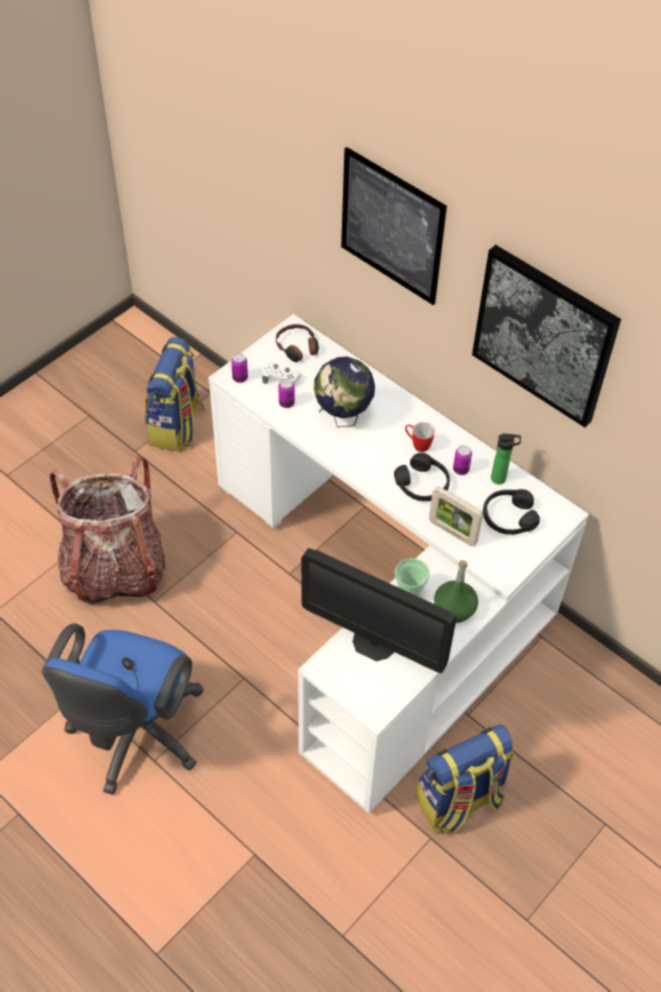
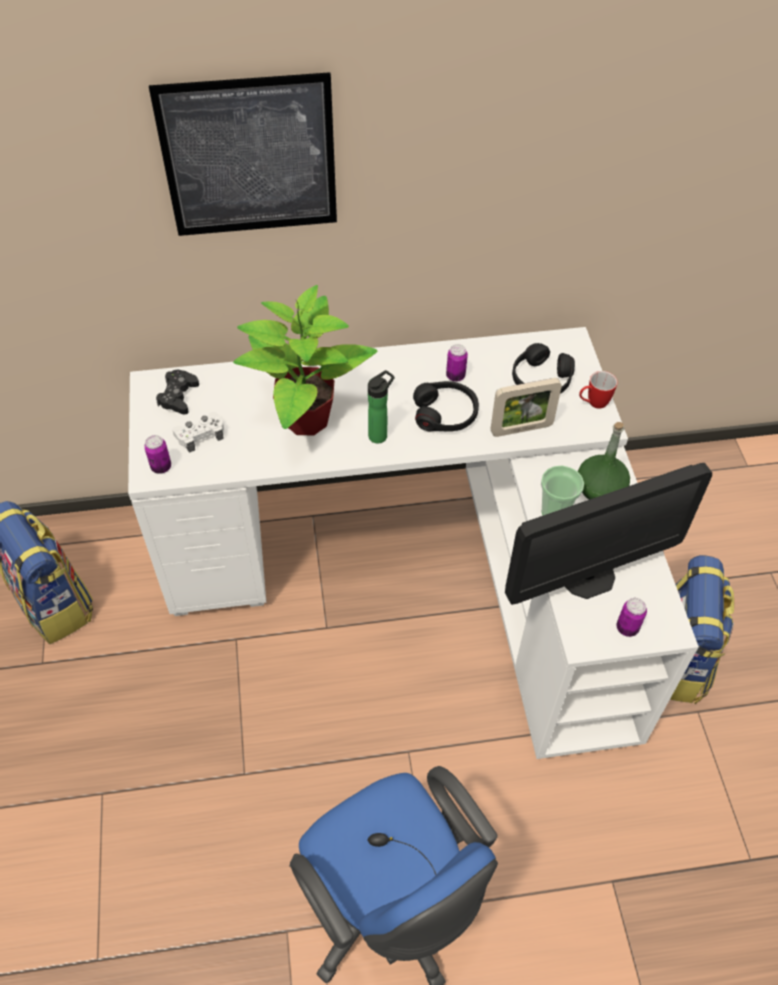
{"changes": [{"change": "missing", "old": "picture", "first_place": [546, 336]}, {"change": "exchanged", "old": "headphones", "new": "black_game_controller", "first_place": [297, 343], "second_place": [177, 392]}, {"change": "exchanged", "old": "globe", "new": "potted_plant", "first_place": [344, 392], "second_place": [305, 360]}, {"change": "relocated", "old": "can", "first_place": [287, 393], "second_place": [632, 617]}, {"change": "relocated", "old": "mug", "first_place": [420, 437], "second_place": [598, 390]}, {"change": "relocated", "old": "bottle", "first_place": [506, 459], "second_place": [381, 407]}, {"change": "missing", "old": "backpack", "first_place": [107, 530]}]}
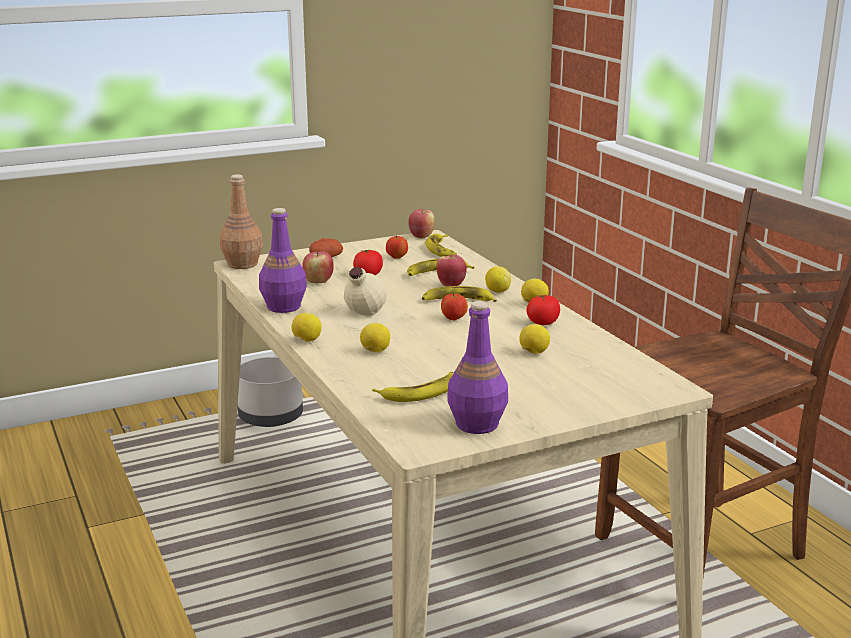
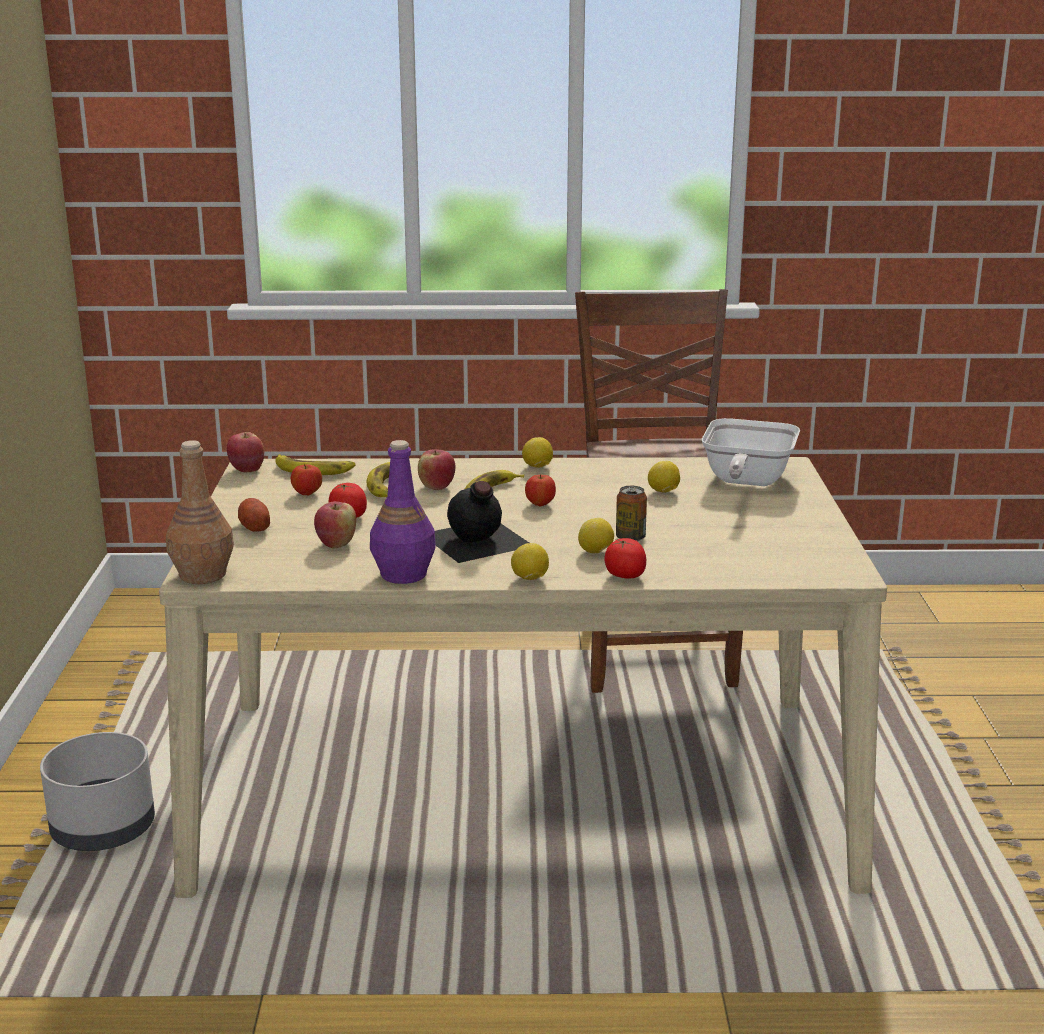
{"changes": [{"change": "missing", "old": "lemon", "first_place": [498, 279]}, {"change": "colour", "old": "beige_bottle", "new": "black_bottle", "first_place": [363, 298], "second_place": [482, 522]}, {"change": "relocated", "old": "tomato", "first_place": [543, 310], "second_place": [625, 558]}, {"change": "missing", "old": "purple_bottle", "first_place": [477, 367]}, {"change": "missing", "old": "banana", "first_place": [413, 387]}, {"change": "appeared", "new": "frying_pan", "second_place": [751, 452]}, {"change": "appeared", "new": "can", "second_place": [631, 513]}]}
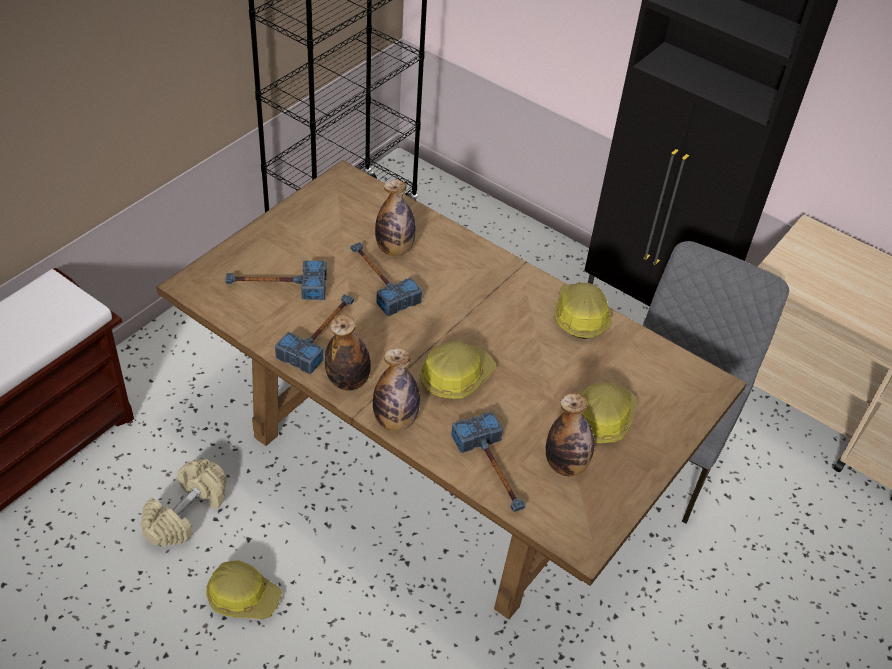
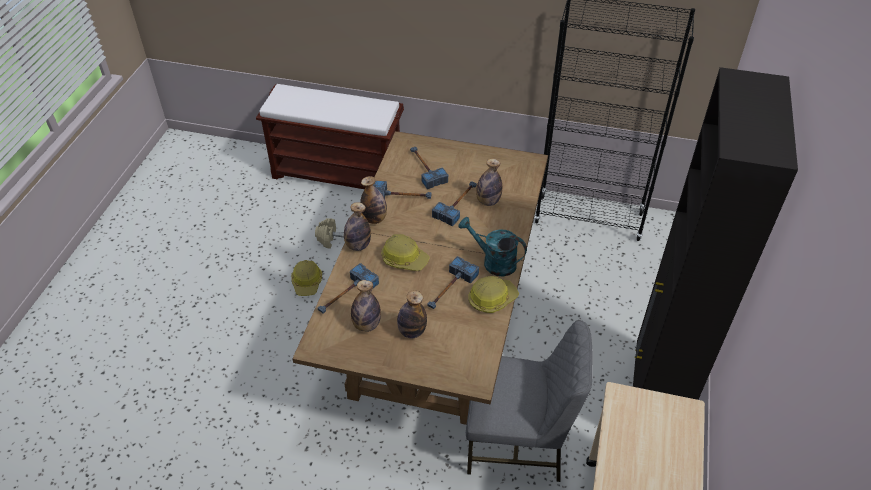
{"changes": [{"change": "exchanged", "old": "hard_hat", "new": "bottle", "first_place": [609, 412], "second_place": [412, 314]}, {"change": "appeared", "new": "turquoise_watering_can", "second_place": [492, 247]}, {"change": "appeared", "new": "hammer", "second_place": [453, 282]}]}
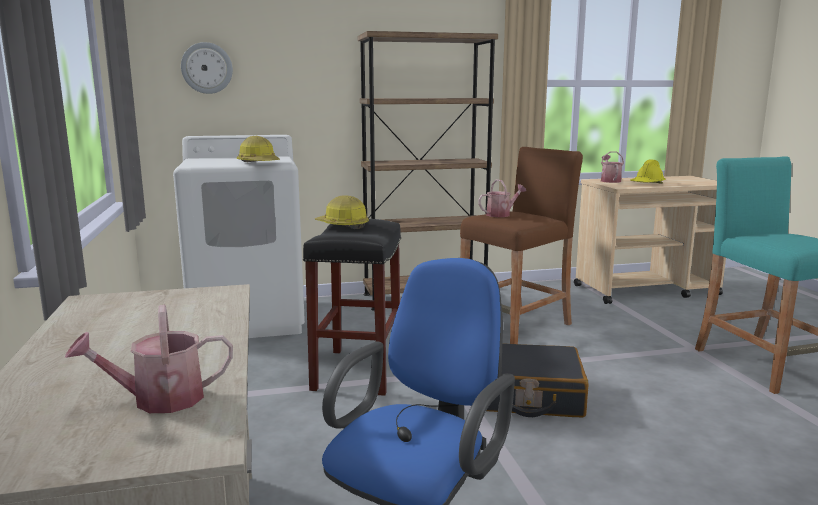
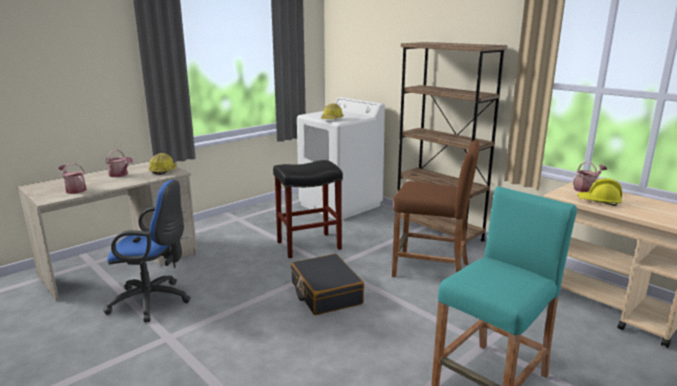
{"changes": [{"change": "missing", "old": "wall_clock", "first_place": [207, 68]}, {"change": "relocated", "old": "watering_can", "first_place": [502, 198], "second_place": [119, 163]}, {"change": "relocated", "old": "hard_hat", "first_place": [342, 212], "second_place": [162, 164]}]}
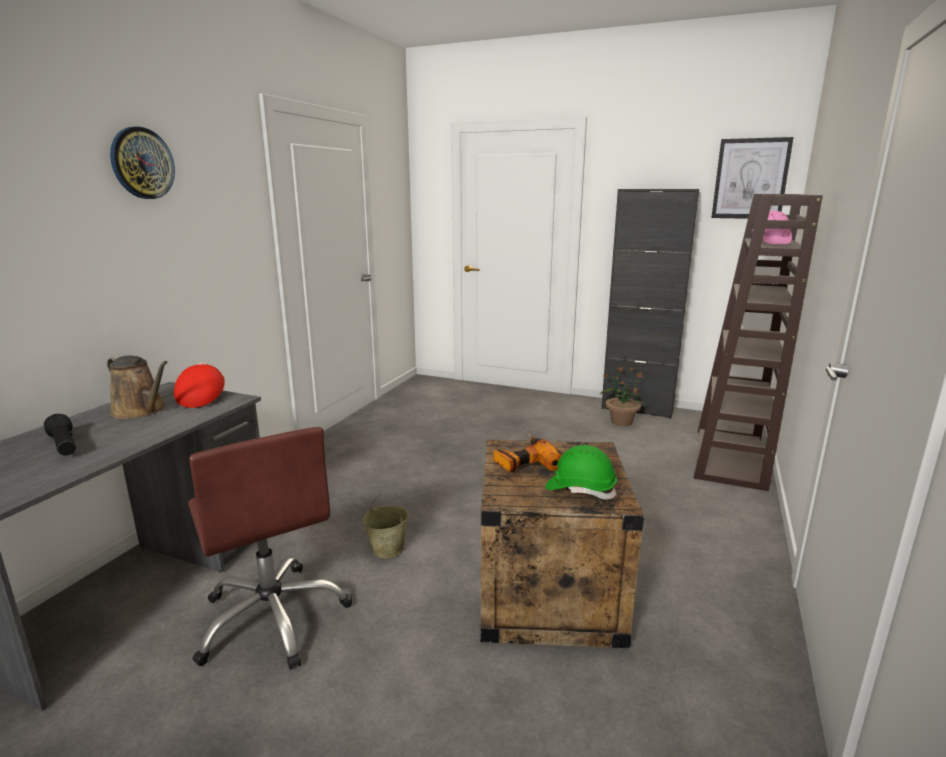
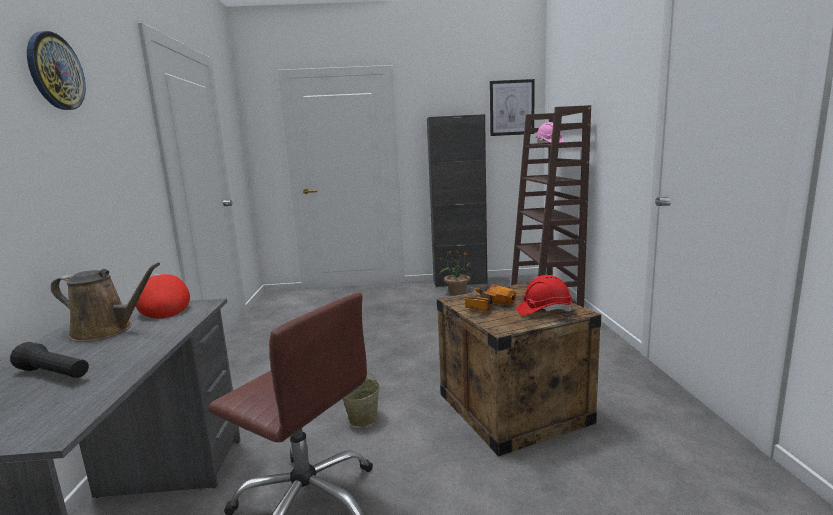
{"changes": [{"change": "colour", "old": "green_hard_hat", "new": "red_hard_hat", "first_place": [581, 472], "second_place": [544, 295]}]}
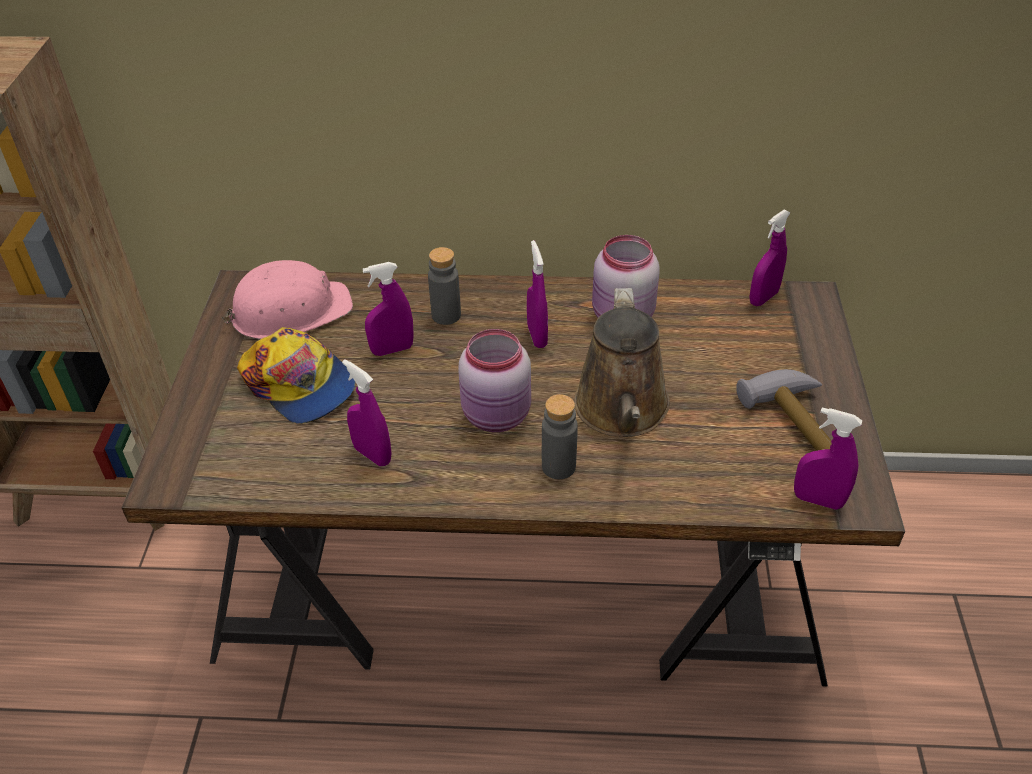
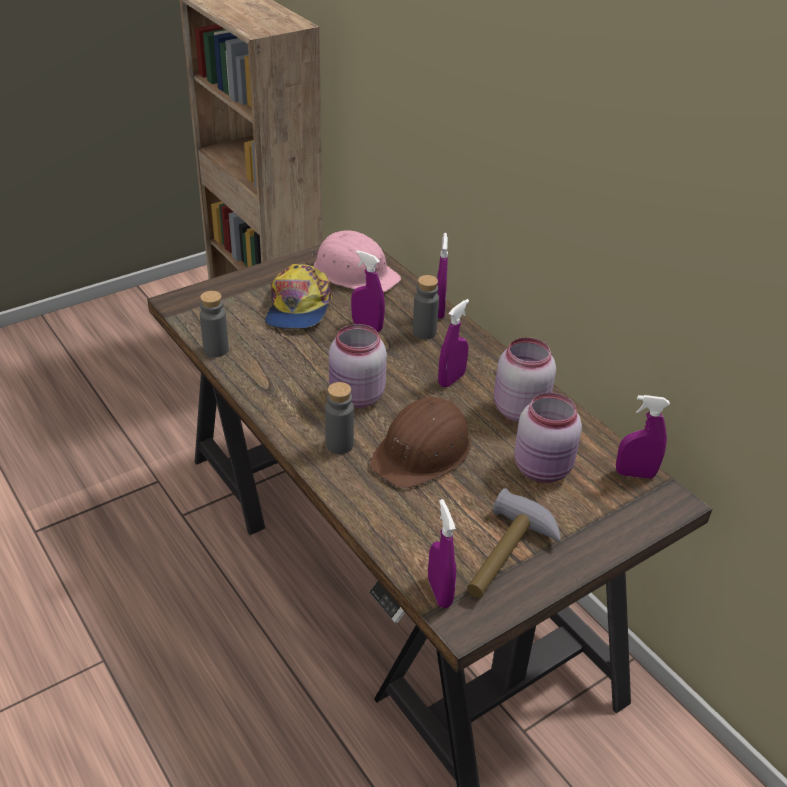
{"changes": [{"change": "exchanged", "old": "brown_watering_can", "new": "brown_hard_hat", "first_place": [622, 362], "second_place": [420, 443]}, {"change": "relocated", "old": "purple_spray_bottle", "first_place": [367, 412], "second_place": [442, 276]}, {"change": "appeared", "new": "grey_bottle", "second_place": [214, 324]}, {"change": "appeared", "new": "pink_jar", "second_place": [548, 438]}]}
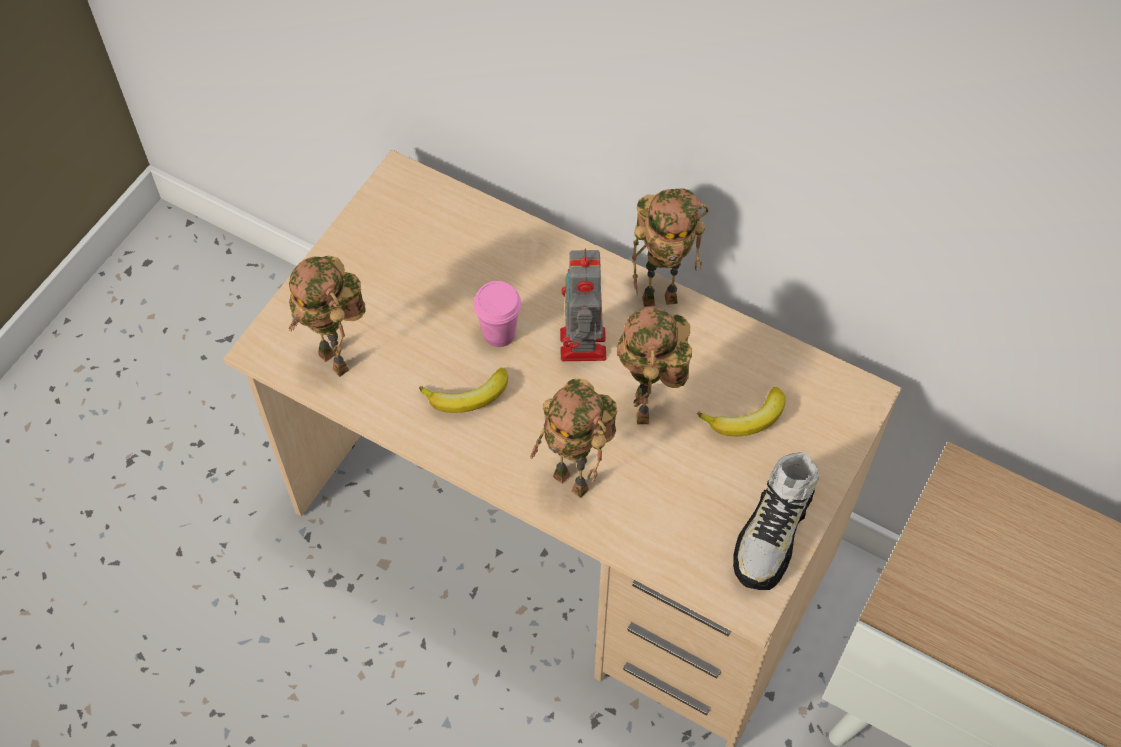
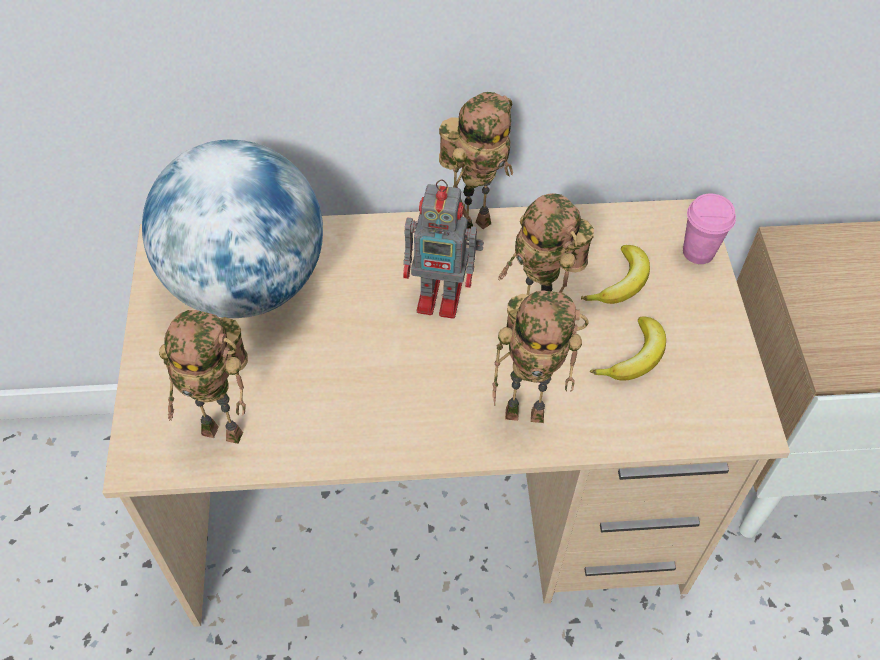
{"changes": [{"change": "spun", "old": "toy_robot", "first_place": [583, 304], "second_place": [443, 249], "degrees": -45}, {"change": "relocated", "old": "pink_cup", "first_place": [497, 314], "second_place": [709, 229]}, {"change": "relocated", "old": "banana", "first_place": [463, 390], "second_place": [628, 348]}, {"change": "missing", "old": "shoe", "first_place": [776, 521]}, {"change": "appeared", "new": "globe", "second_place": [232, 229]}]}
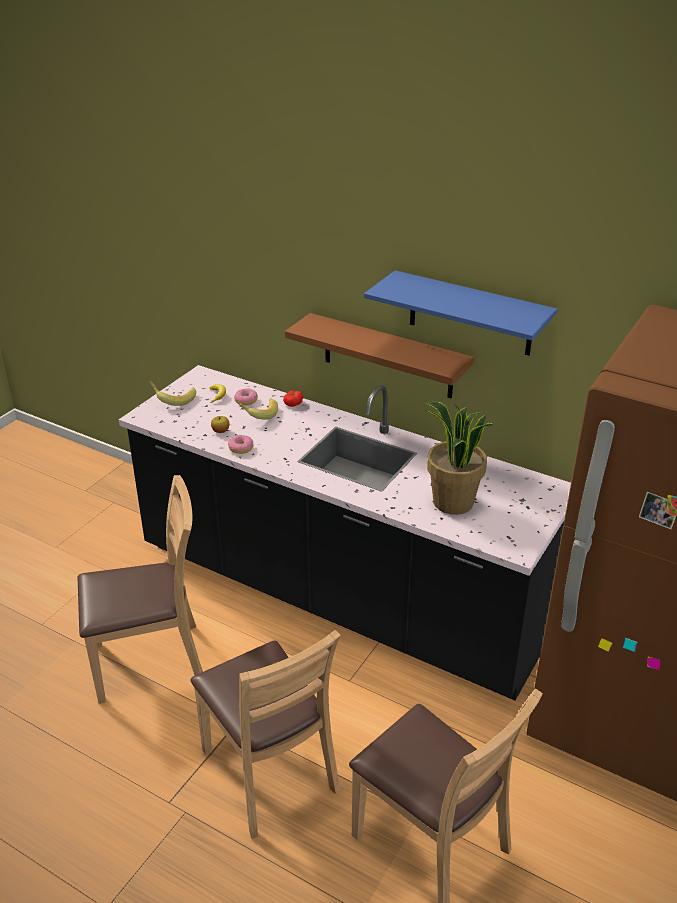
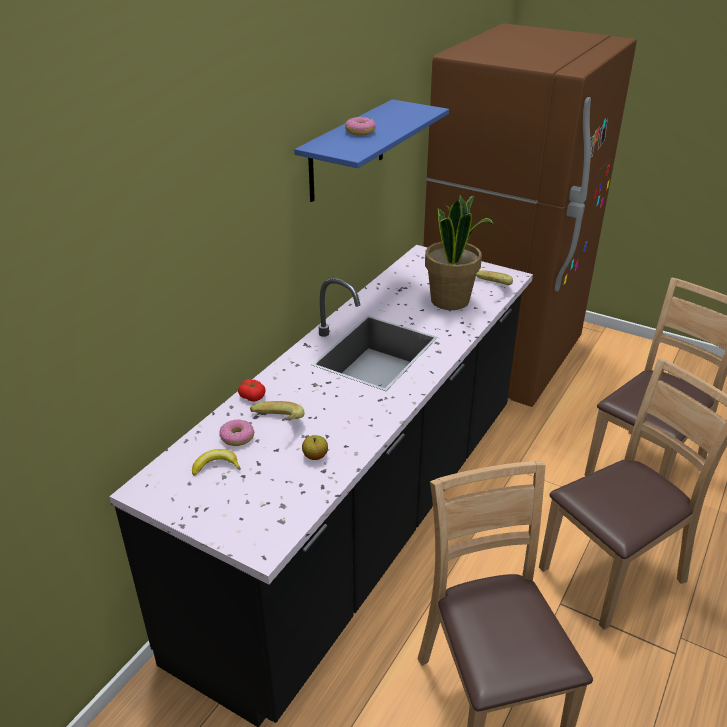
{"changes": [{"change": "missing", "old": "brown_shelf", "first_place": [379, 355]}, {"change": "relocated", "old": "banana", "first_place": [173, 393], "second_place": [494, 277]}, {"change": "relocated", "old": "donut", "first_place": [240, 444], "second_place": [360, 126]}]}
